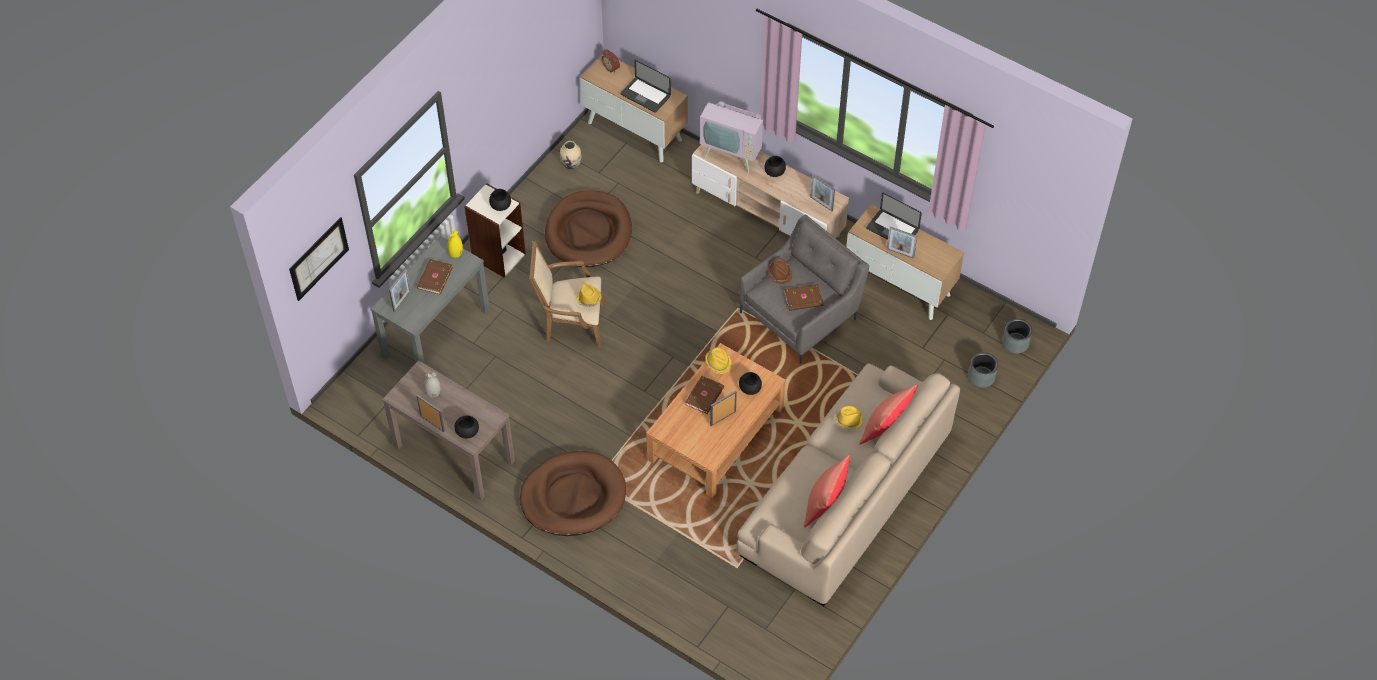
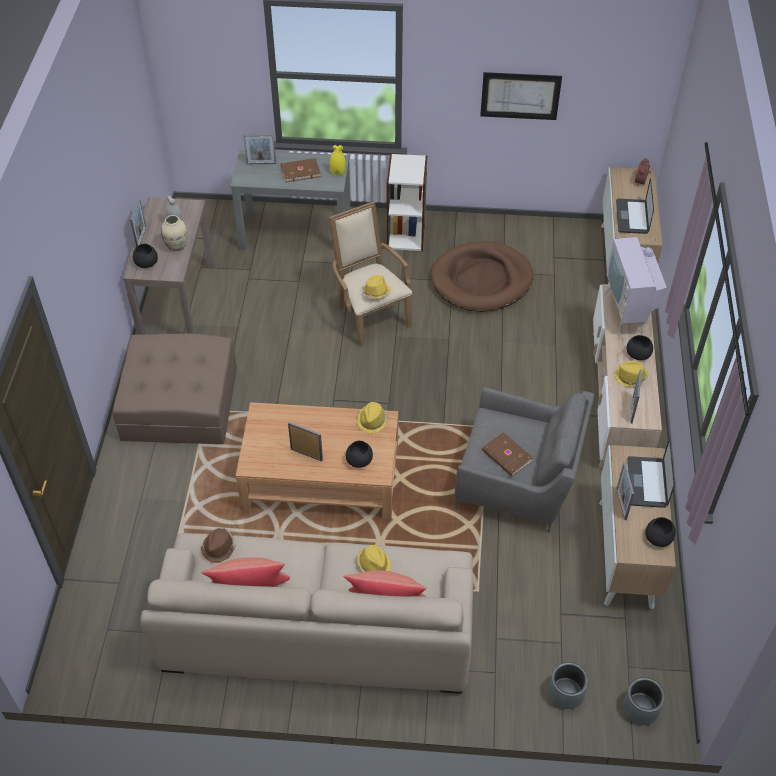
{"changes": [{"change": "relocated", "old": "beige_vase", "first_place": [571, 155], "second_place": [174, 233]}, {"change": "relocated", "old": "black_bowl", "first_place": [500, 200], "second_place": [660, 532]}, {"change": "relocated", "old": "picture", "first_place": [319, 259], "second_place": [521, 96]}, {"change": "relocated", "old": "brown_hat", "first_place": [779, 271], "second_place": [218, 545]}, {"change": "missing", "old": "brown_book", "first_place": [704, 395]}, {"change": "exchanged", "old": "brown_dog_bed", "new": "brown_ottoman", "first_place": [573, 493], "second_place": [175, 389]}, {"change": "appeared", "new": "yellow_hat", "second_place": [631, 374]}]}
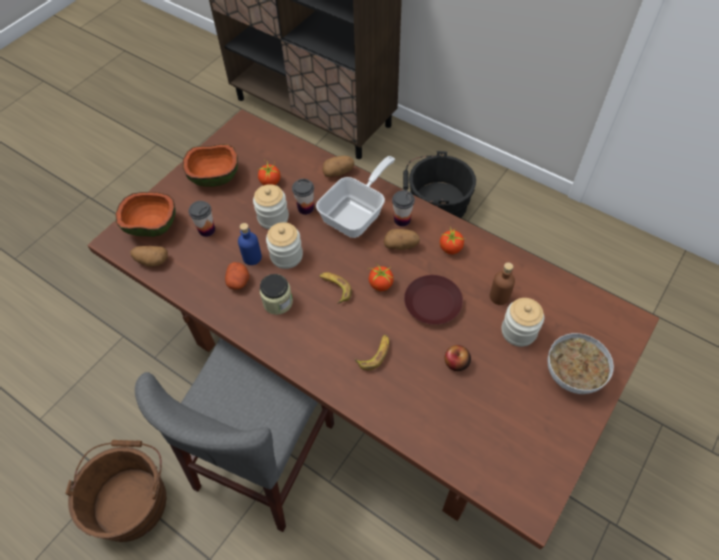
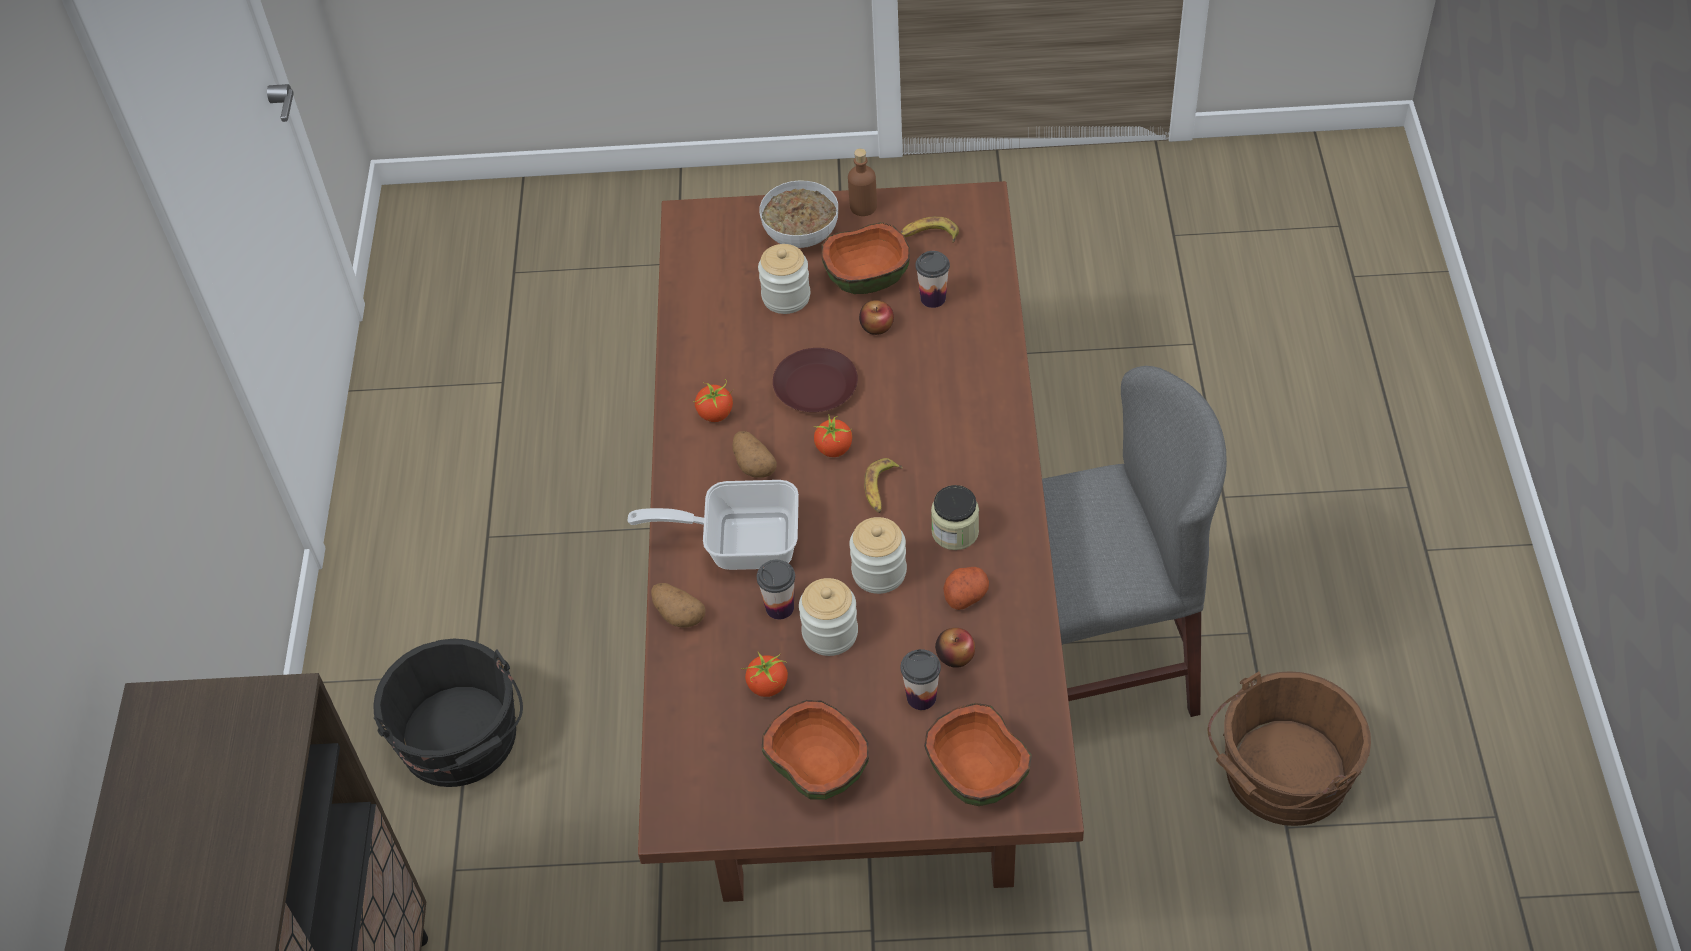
{"changes": [{"change": "relocated", "old": "cup", "first_place": [403, 208], "second_place": [932, 279]}, {"change": "missing", "old": "blue_bottle", "first_place": [250, 244]}, {"change": "missing", "old": "potato", "first_place": [149, 256]}, {"change": "relocated", "old": "brown_bottle", "first_place": [502, 283], "second_place": [862, 182]}, {"change": "relocated", "old": "banana", "first_place": [372, 352], "second_place": [930, 229]}, {"change": "appeared", "new": "bowl", "second_place": [866, 258]}, {"change": "appeared", "new": "apple", "second_place": [955, 648]}]}
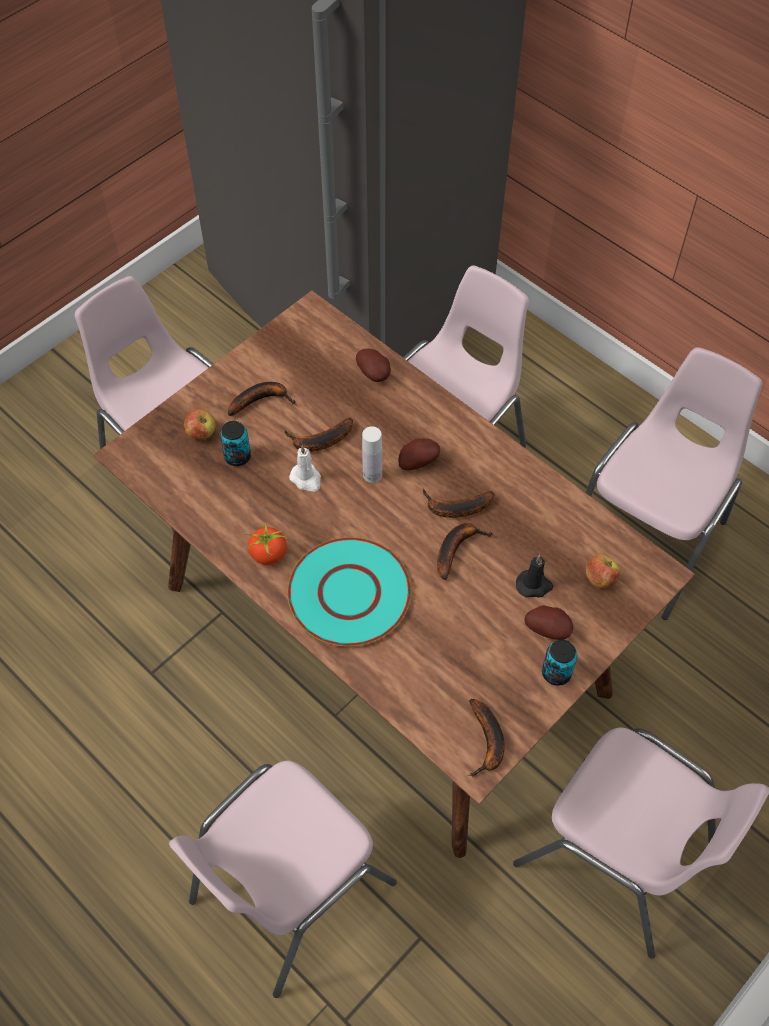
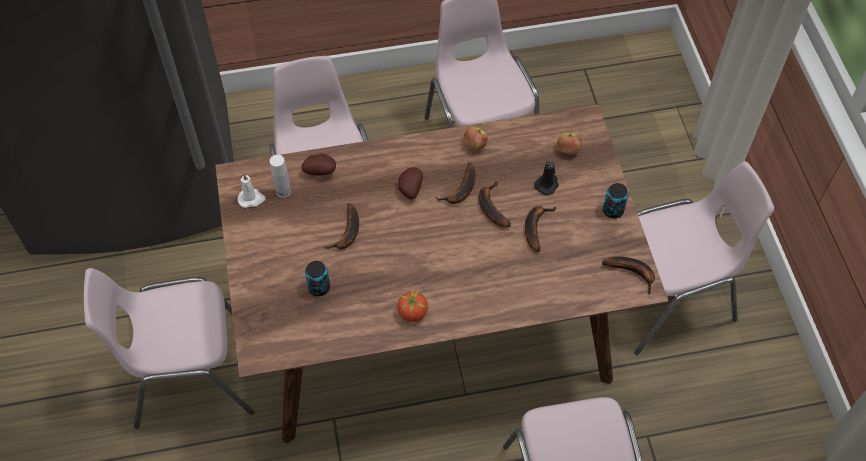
{"changes": [{"change": "relocated", "old": "banana", "first_place": [262, 399], "second_place": [541, 229]}, {"change": "relocated", "old": "apple", "first_place": [200, 425], "second_place": [476, 139]}, {"change": "relocated", "old": "white_bottle", "first_place": [372, 454], "second_place": [280, 176]}, {"change": "relocated", "old": "white_candle", "first_place": [305, 468], "second_place": [252, 190]}, {"change": "missing", "old": "turquoise_plate", "first_place": [349, 592]}, {"change": "missing", "old": "potato", "first_place": [548, 622]}]}
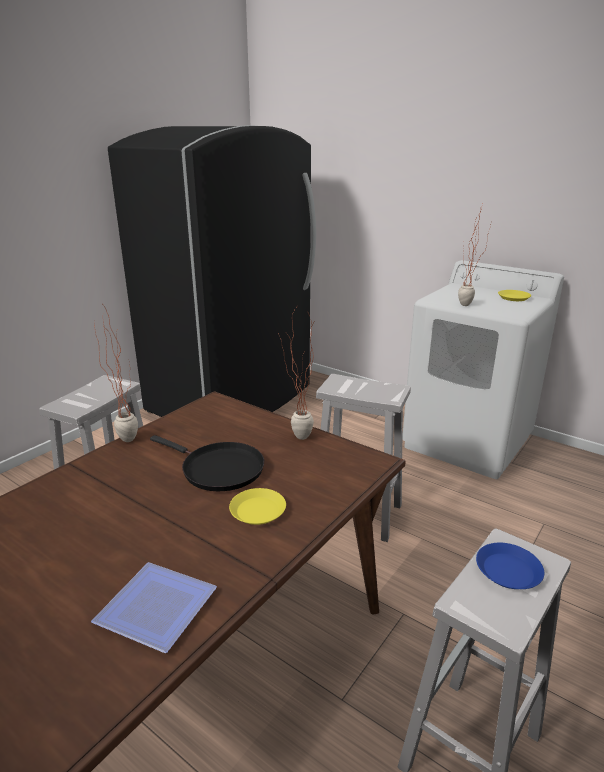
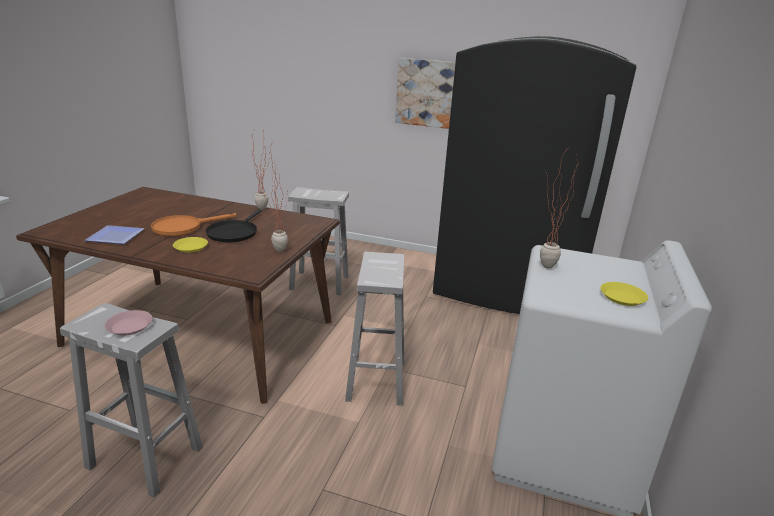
{"changes": [{"change": "colour", "old": "blue_plate", "new": "pink_plate", "first_place": [510, 566], "second_place": [129, 323]}, {"change": "appeared", "new": "picture", "second_place": [425, 93]}, {"change": "appeared", "new": "orange_frying_pan", "second_place": [194, 224]}]}
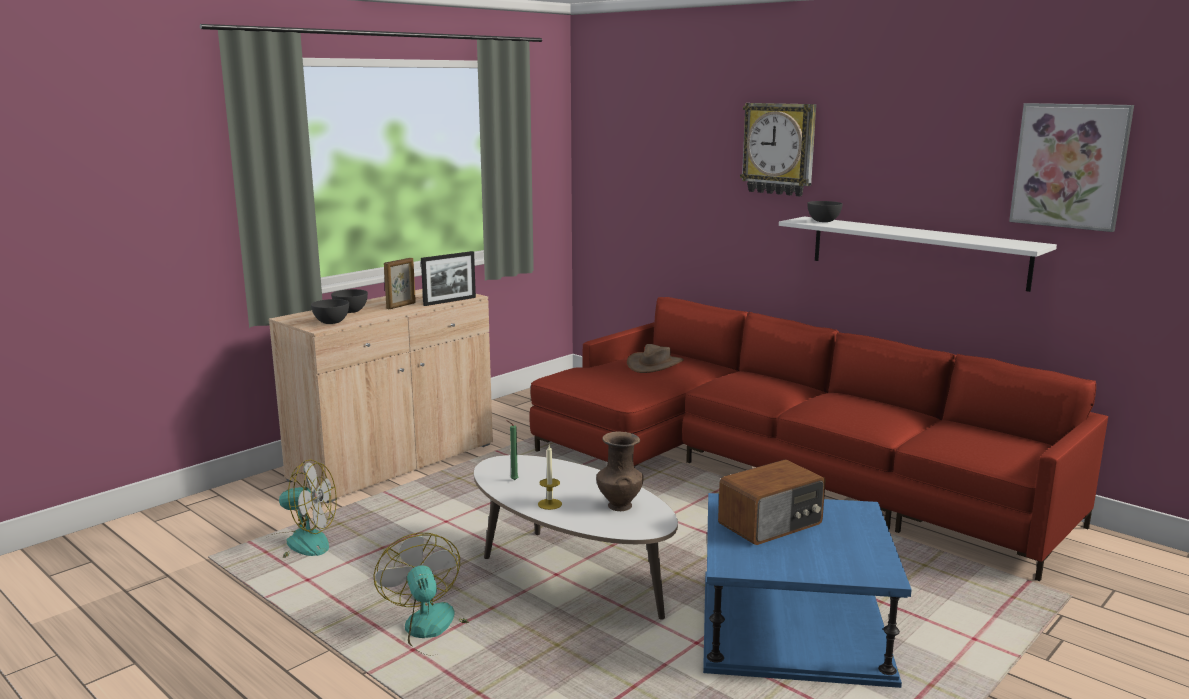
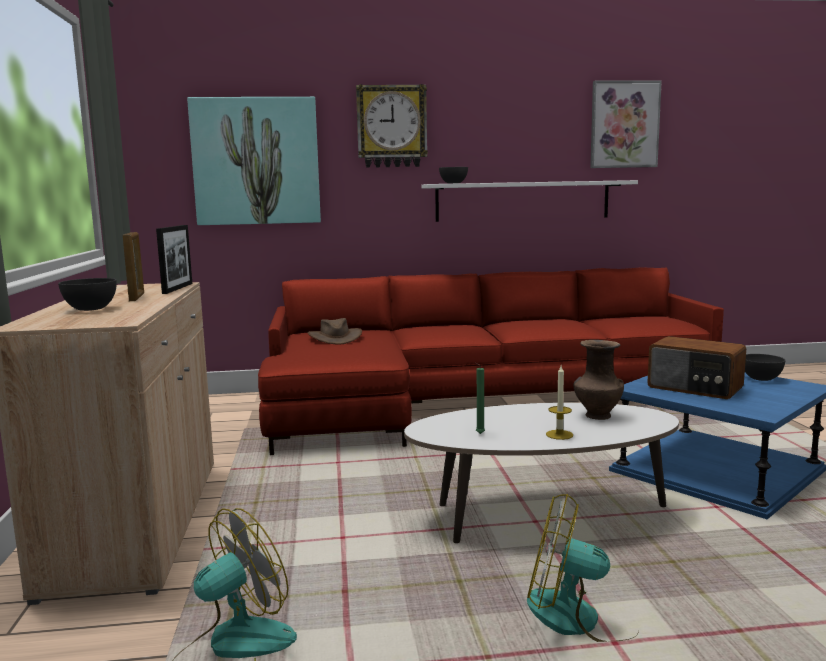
{"changes": [{"change": "relocated", "old": "grey_bowl", "first_place": [330, 311], "second_place": [765, 367]}, {"change": "spun", "old": "radio", "first_place": [772, 502], "second_place": [696, 367], "degrees": 120}, {"change": "appeared", "new": "picture", "second_place": [254, 161]}]}
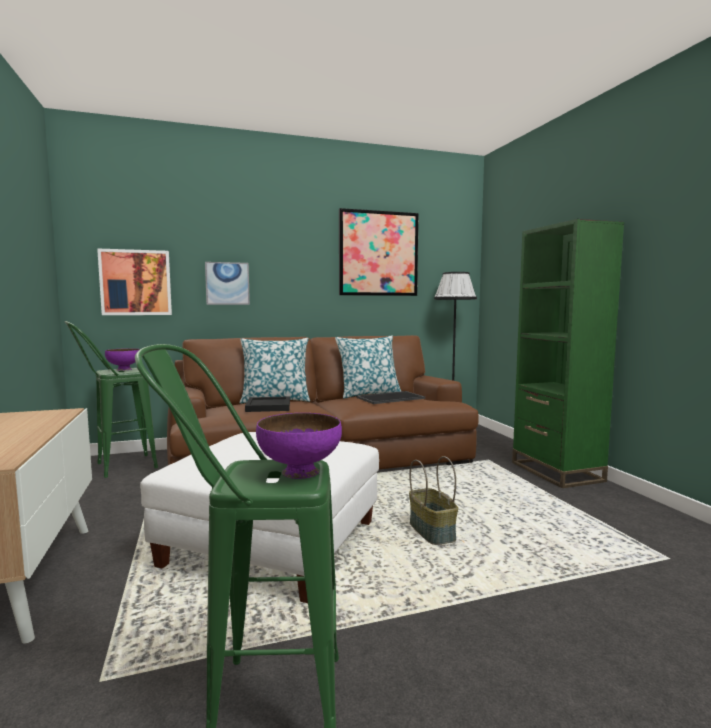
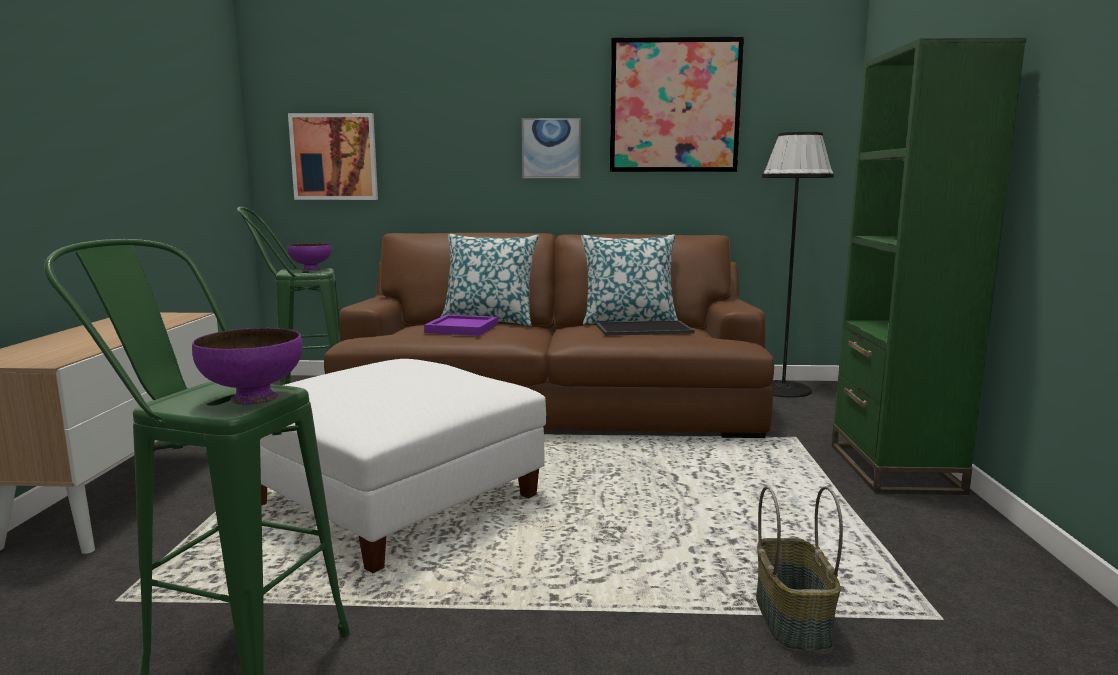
{"changes": [{"change": "relocated", "old": "picture", "first_place": [227, 283], "second_place": [551, 148]}, {"change": "colour", "old": "black_tray", "new": "purple_tray", "first_place": [267, 404], "second_place": [461, 325]}, {"change": "relocated", "old": "basket", "first_place": [433, 500], "second_place": [799, 568]}]}
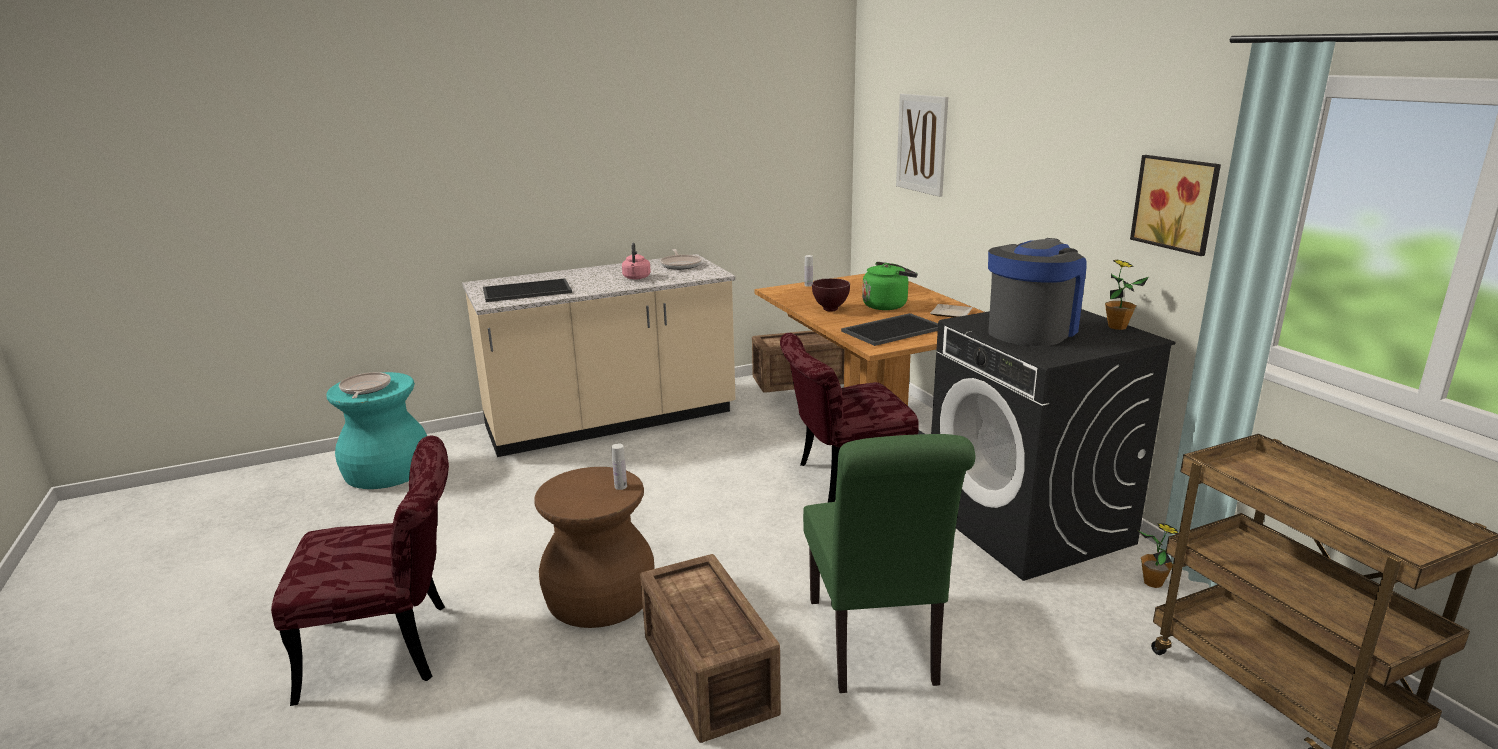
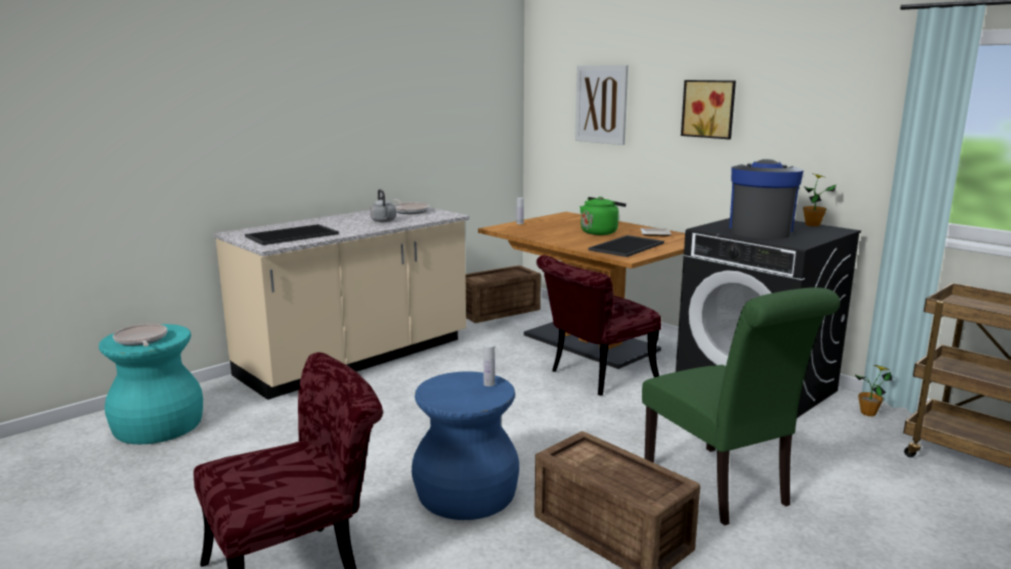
{"changes": [{"change": "relocated", "old": "picture", "first_place": [1175, 205], "second_place": [708, 109]}, {"change": "colour", "old": "pink_kettle", "new": "grey_kettle", "first_place": [636, 261], "second_place": [383, 205]}, {"change": "missing", "old": "brown_bowl", "first_place": [831, 295]}, {"change": "colour", "old": "brown_stool", "new": "blue_stool", "first_place": [594, 547], "second_place": [465, 445]}]}
